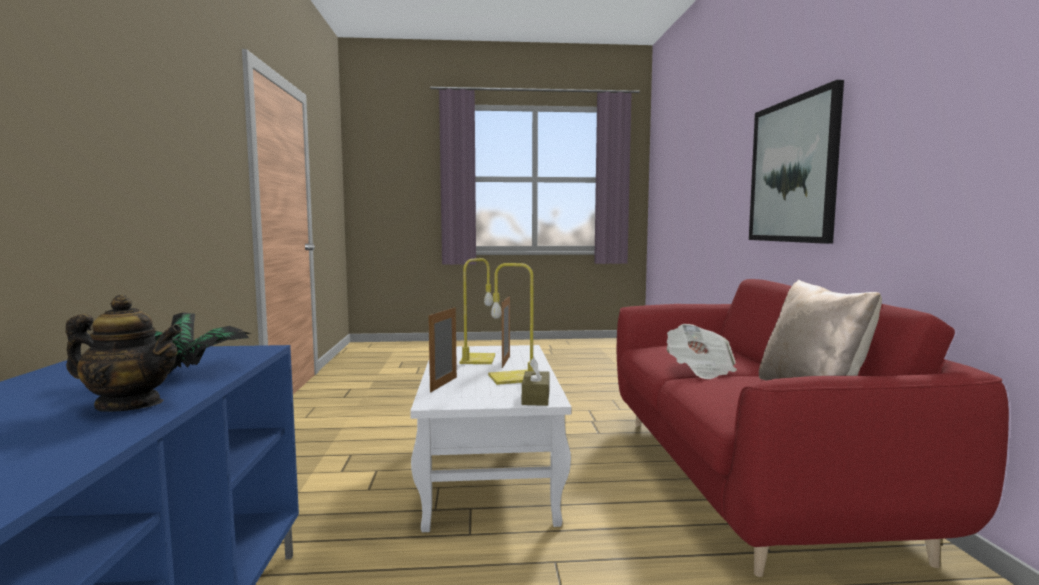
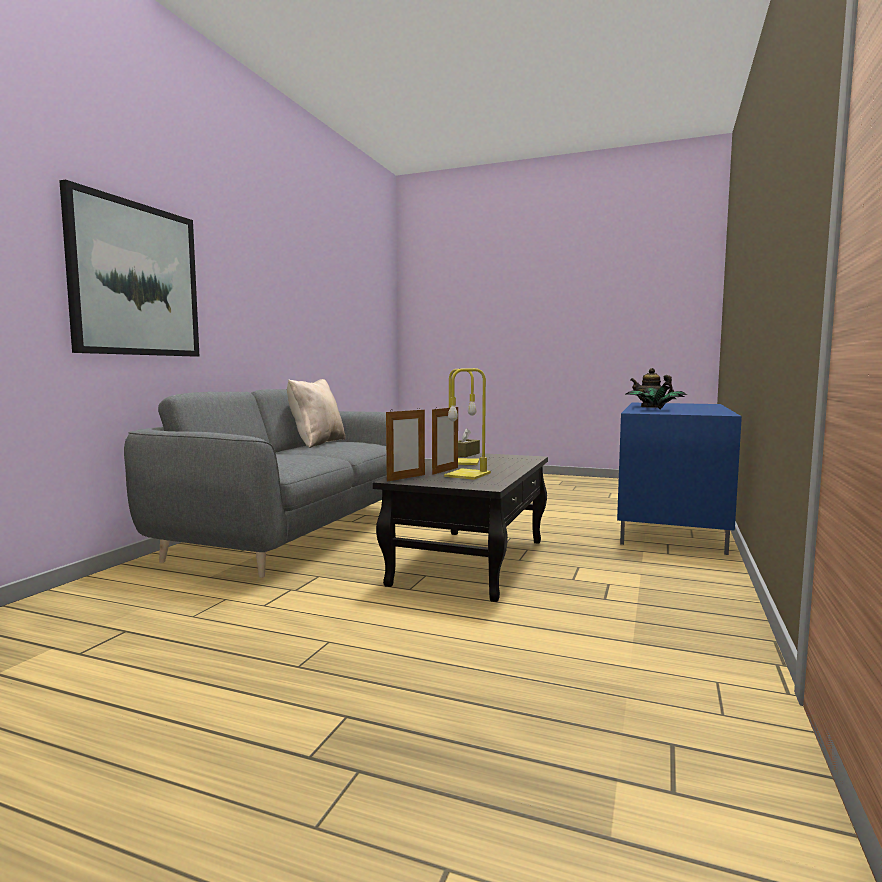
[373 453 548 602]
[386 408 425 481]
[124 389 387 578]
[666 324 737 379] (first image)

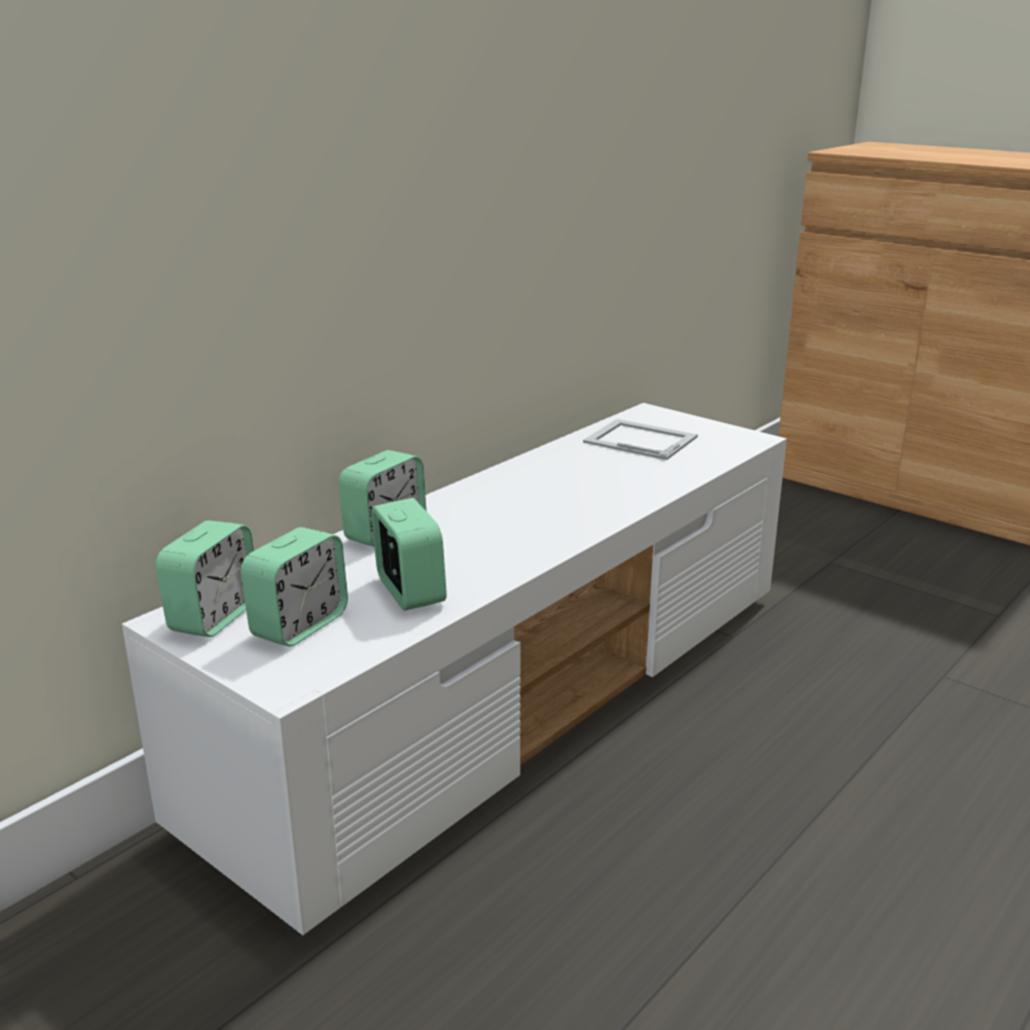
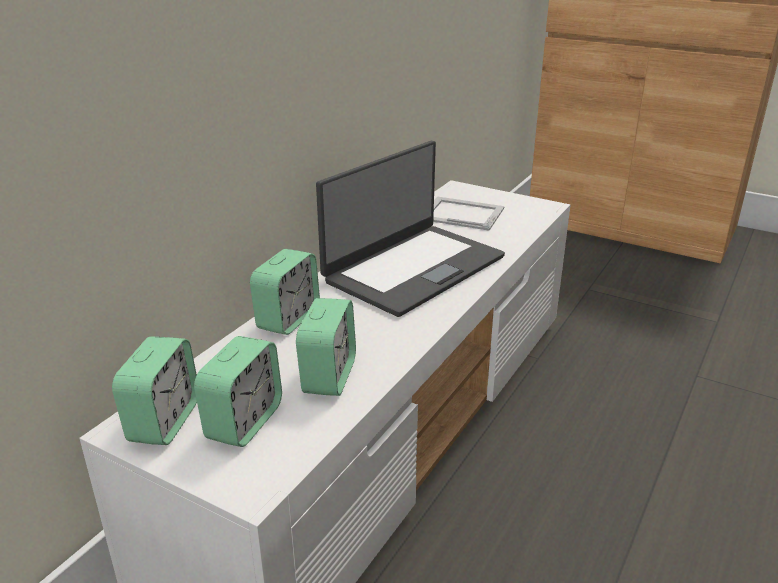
[296 298 356 396]
[316 141 505 317]

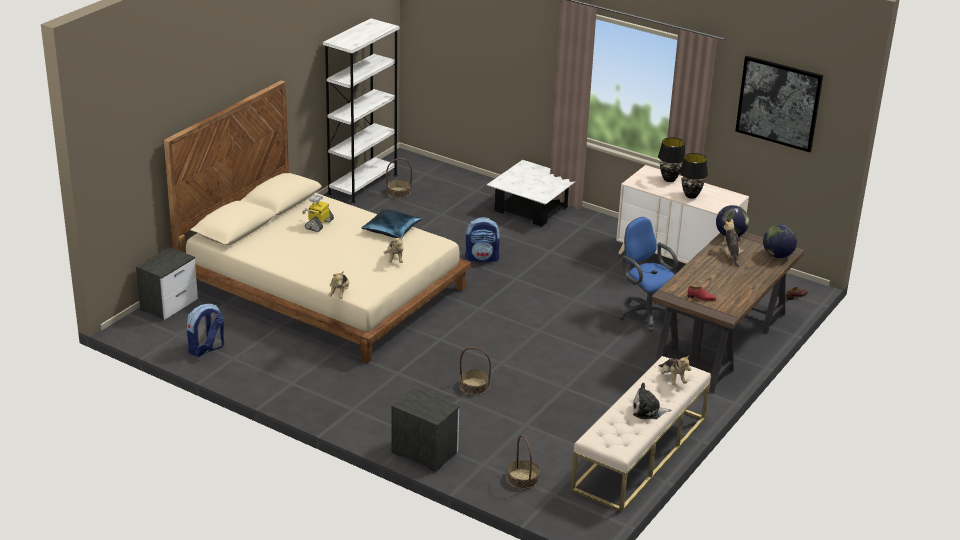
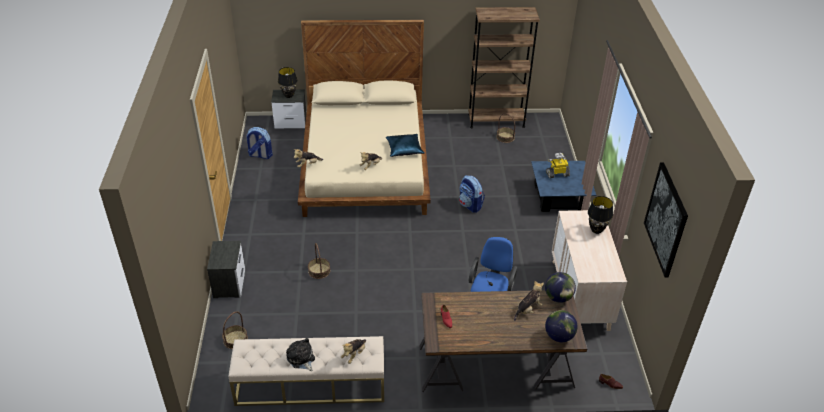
[546 153 570 178]
[468 7 540 128]
[531 161 596 212]
[278 67 297 98]

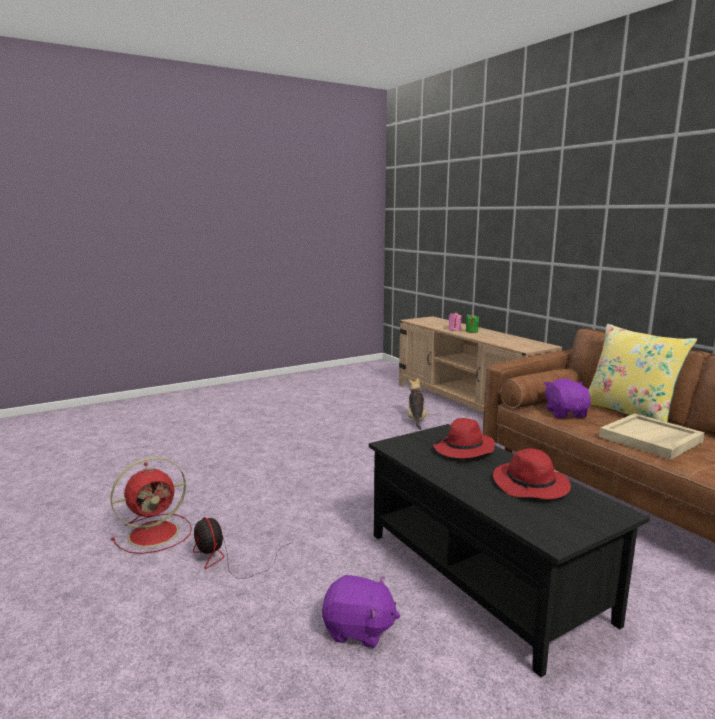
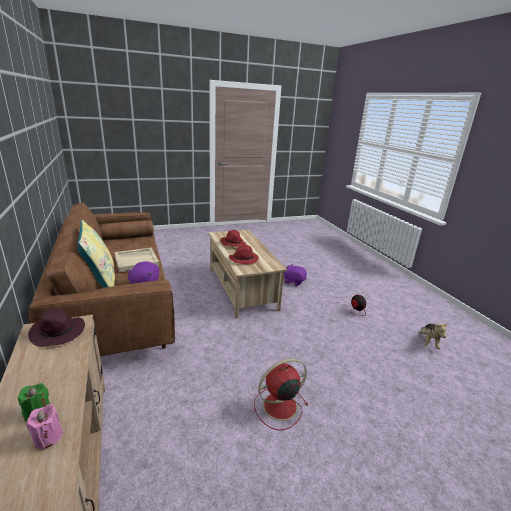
[254 358 308 430]
[208 230 287 318]
[418 323 448 349]
[28 308 85 347]

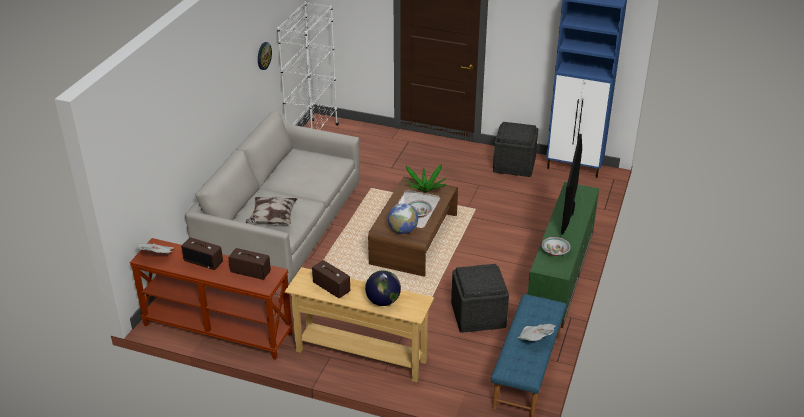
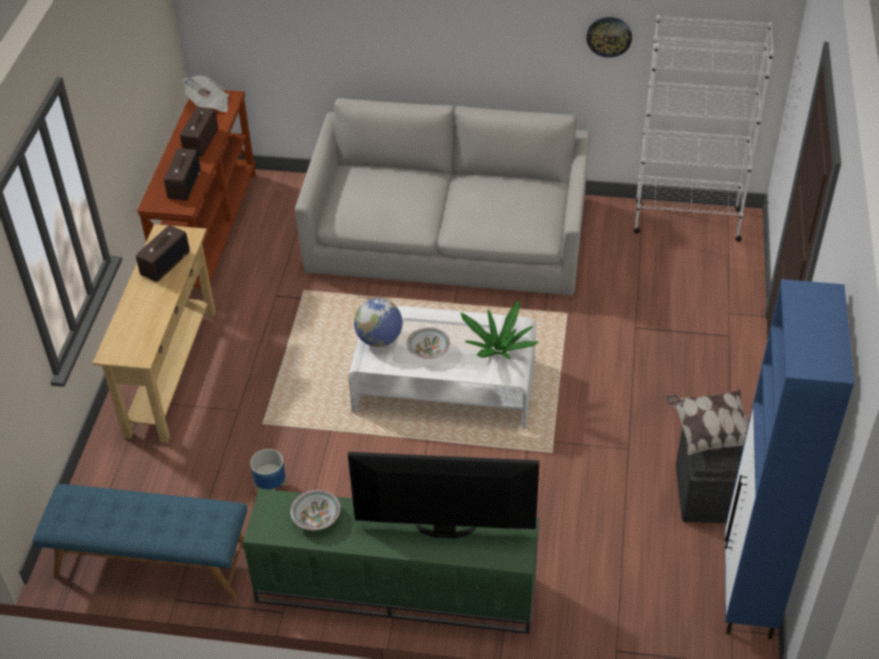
[666 389 749 455]
[365 270 401 306] (first image)
[348 305 536 430]
[250 449 287 494]
[517 324 556 341] (first image)

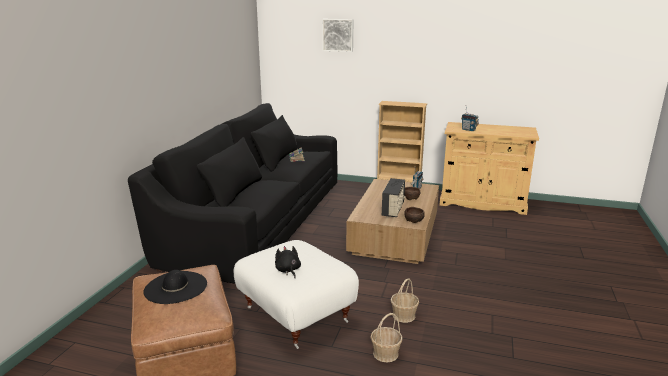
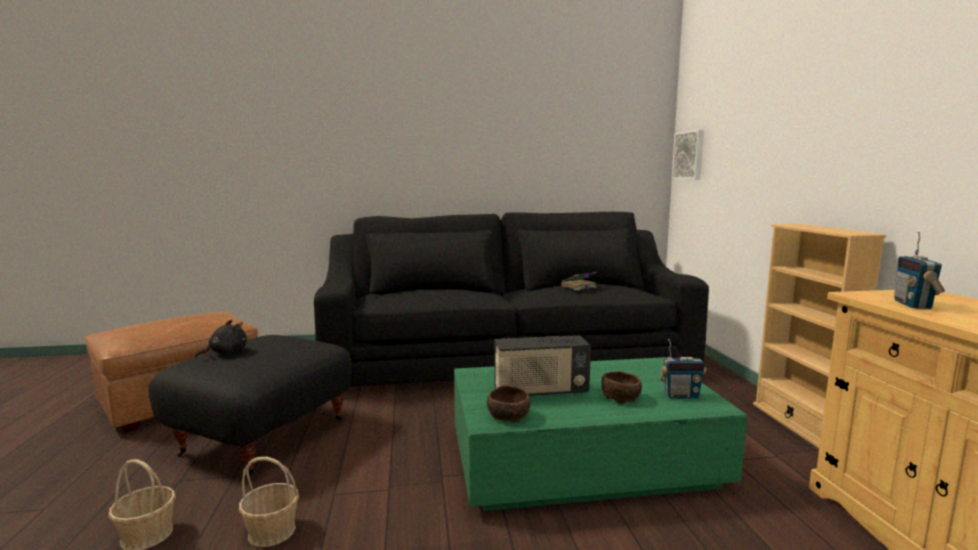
[143 270 207 304] (first image)
[148 335 352 479]
[672 130 704 179]
[454 357 747 511]

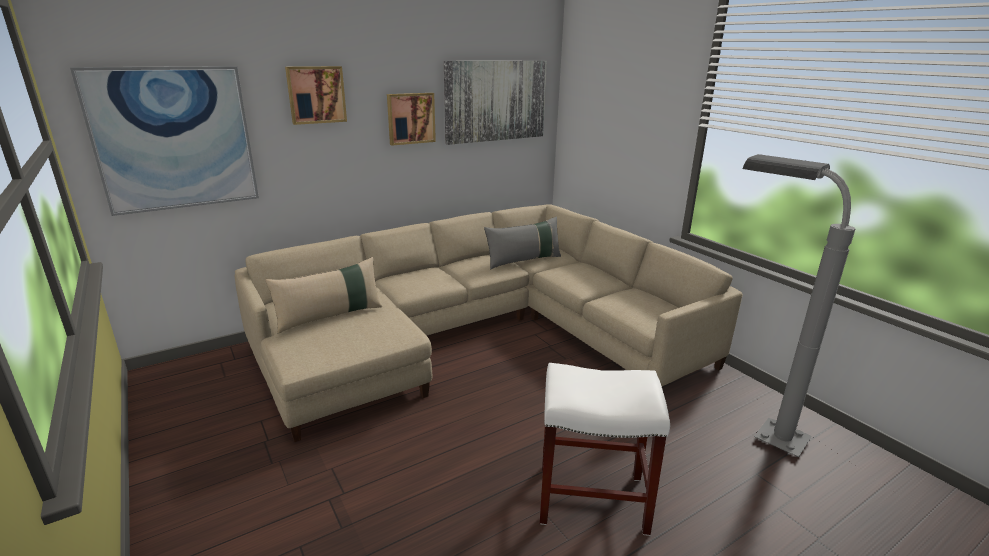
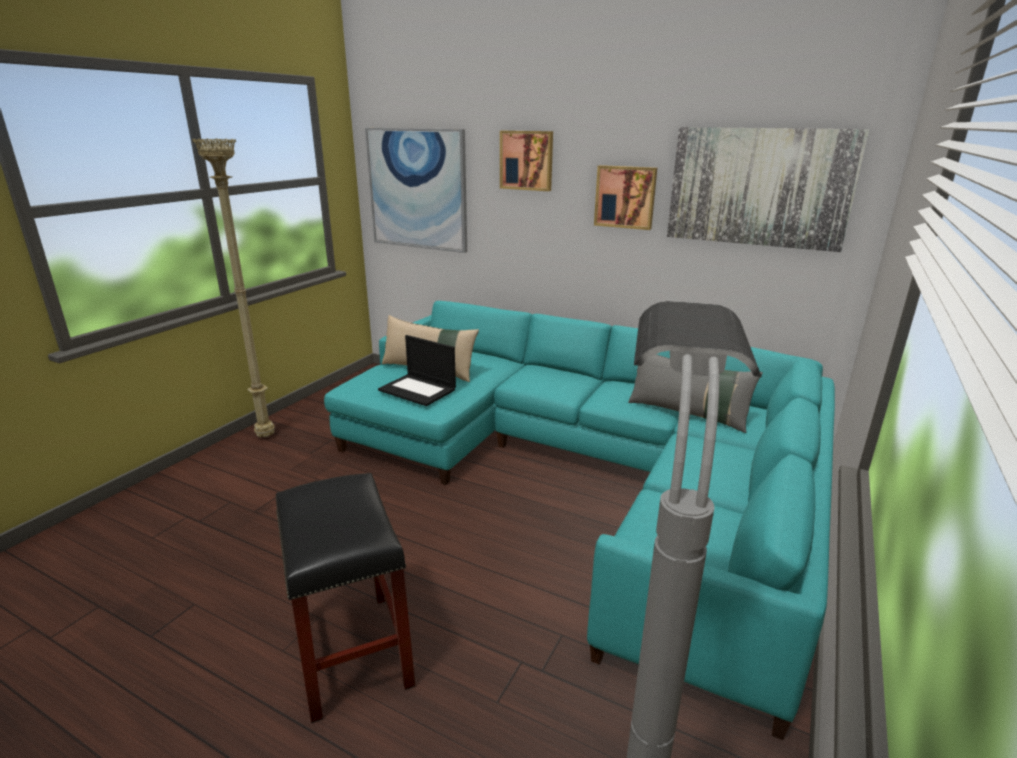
[324 301 835 740]
[276 473 415 723]
[192 138 275 437]
[378 335 456 406]

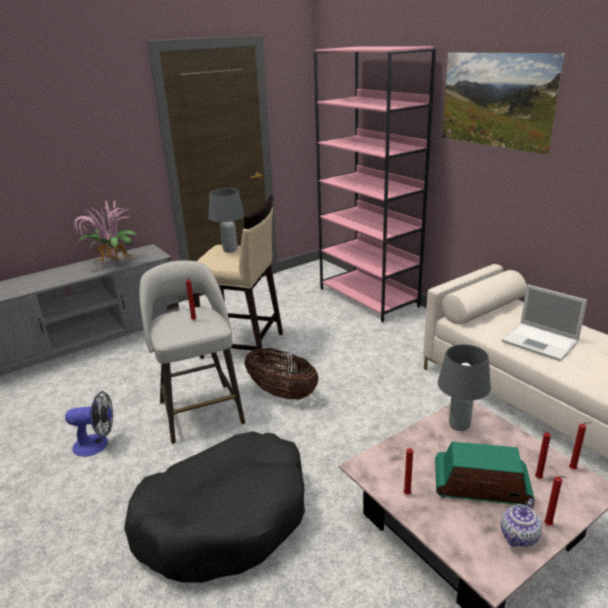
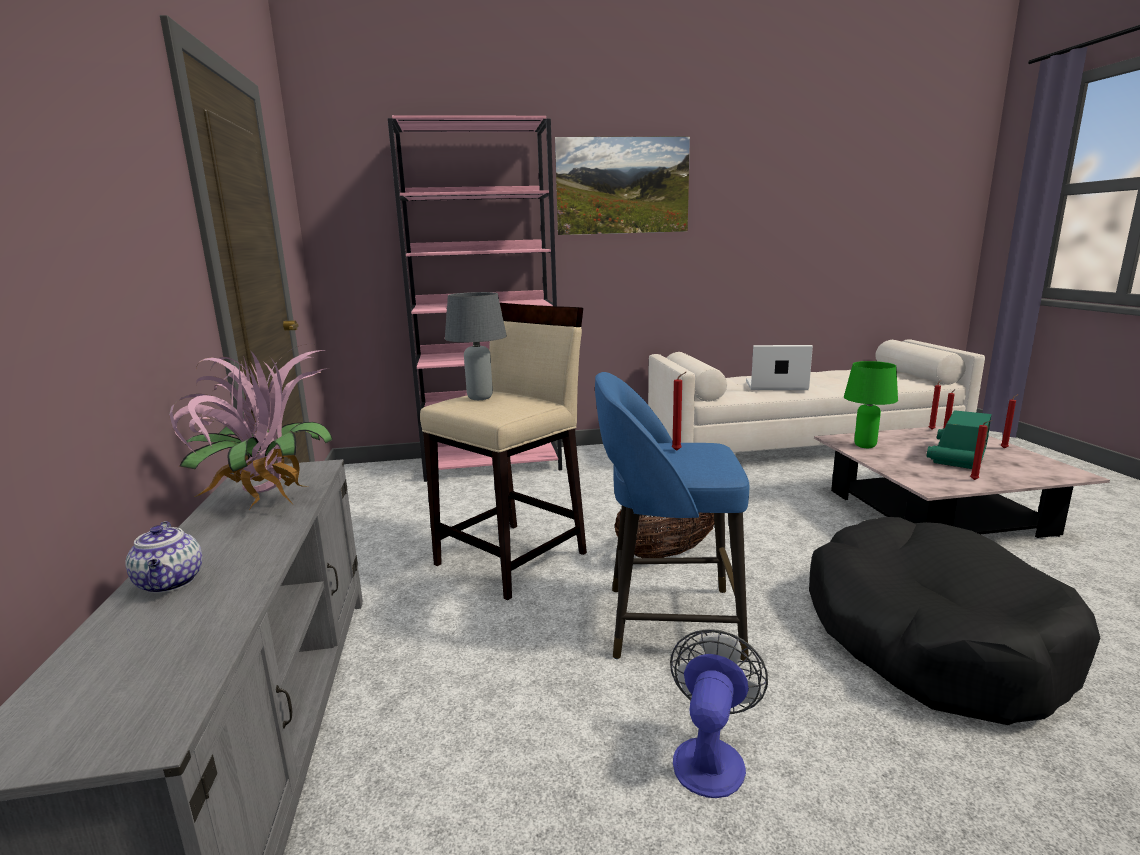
[595 372 749 661]
[844 361 898 448]
[125 521 202 593]
[746 345 813 390]

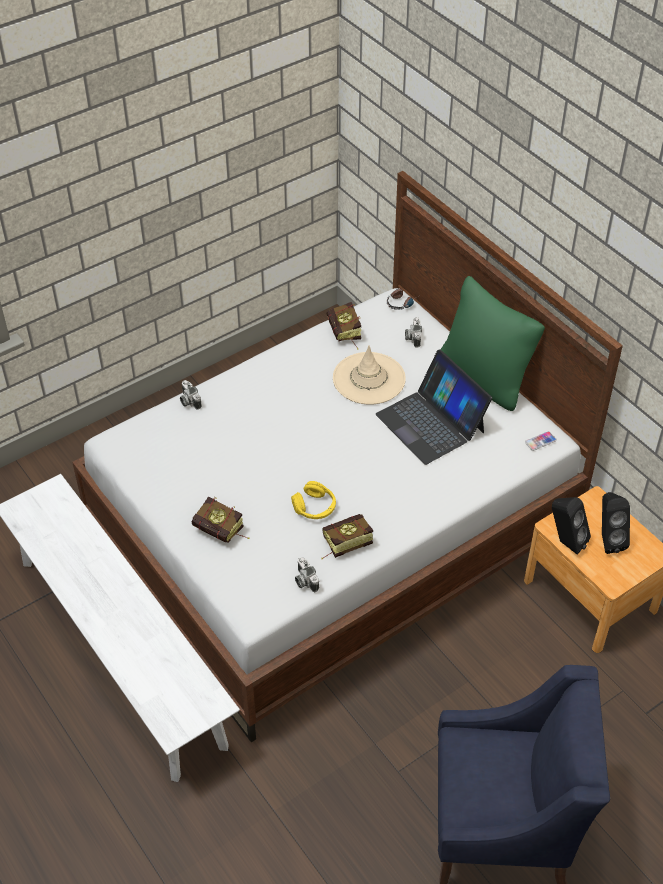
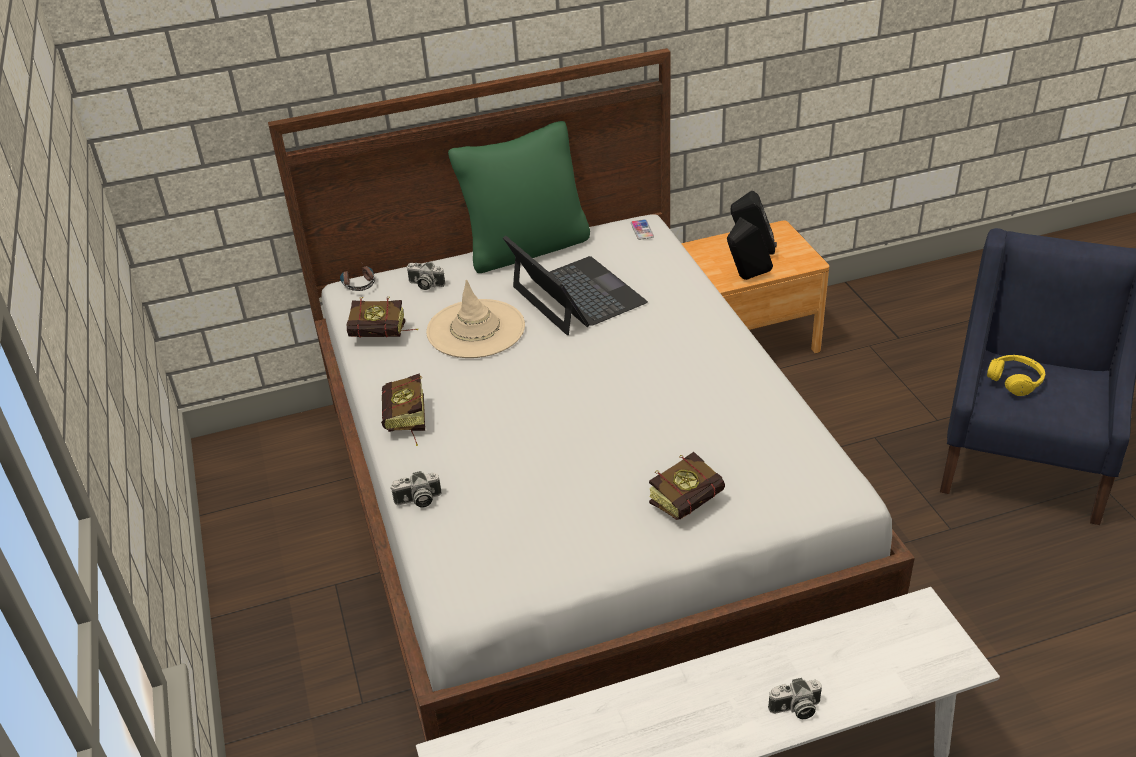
[987 355 1045 396]
[768 678 822 719]
[381 374 425 446]
[503 235 648 335]

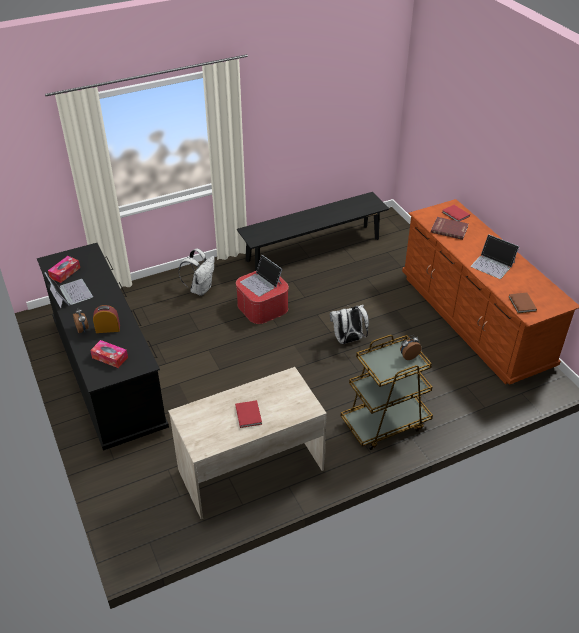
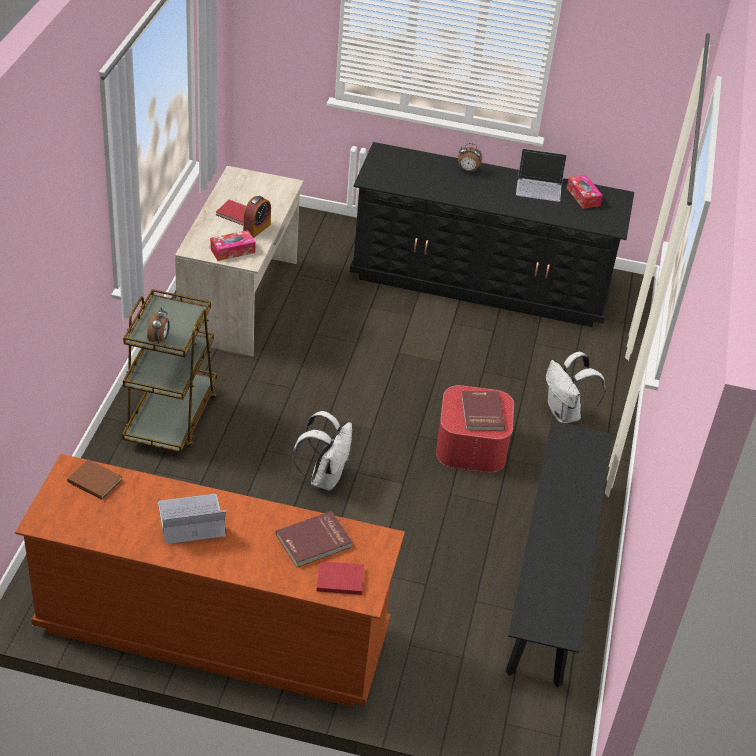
[210 230 256 261]
[243 196 271 238]
[461 391 505 431]

